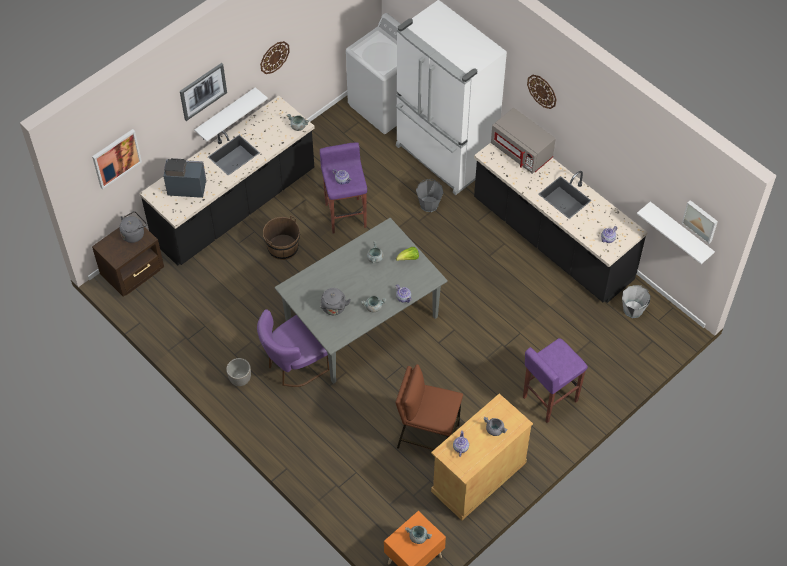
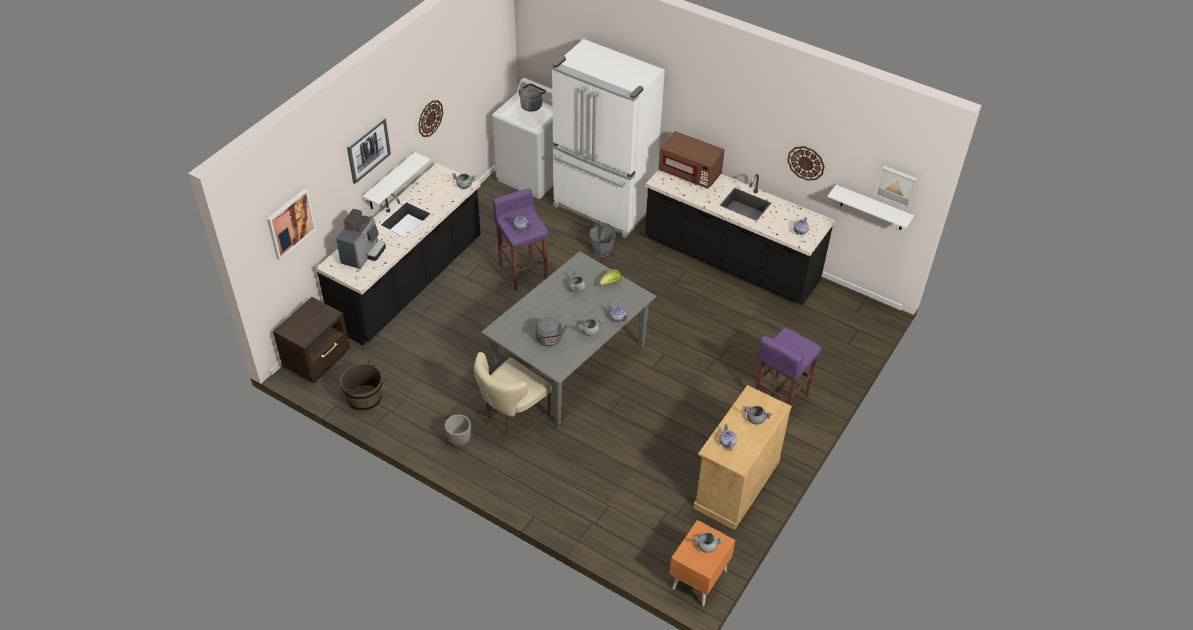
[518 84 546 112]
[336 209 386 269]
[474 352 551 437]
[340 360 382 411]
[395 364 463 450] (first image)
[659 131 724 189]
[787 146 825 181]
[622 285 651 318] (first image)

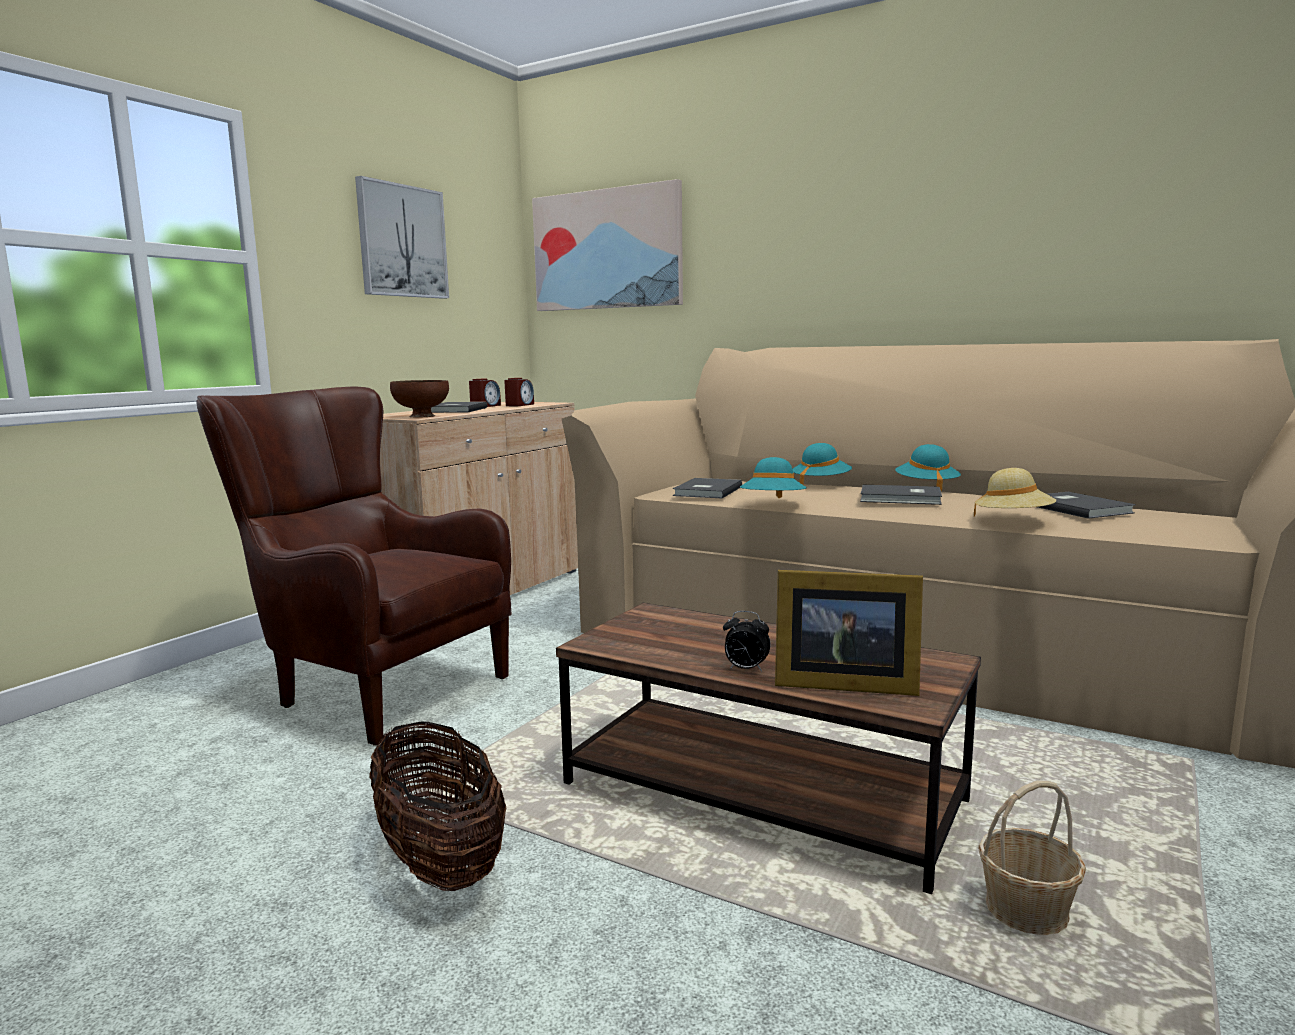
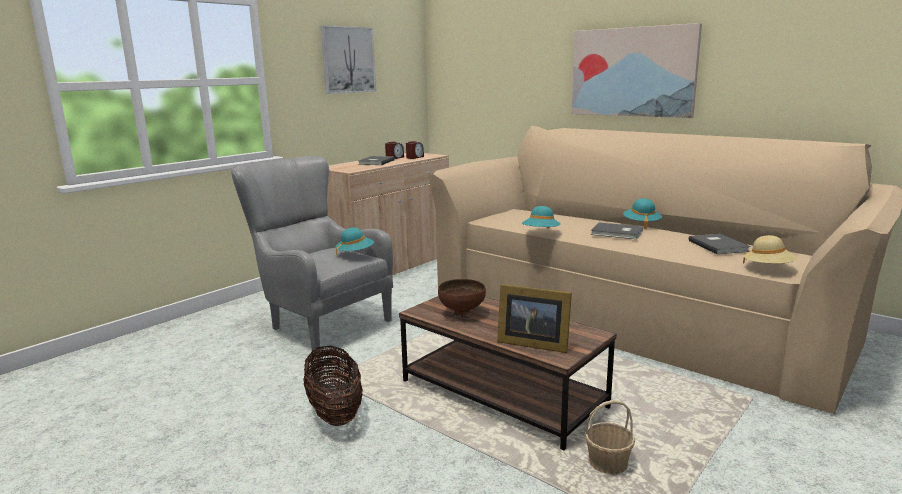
[231 156 393 352]
[438 279 486 318]
[572 23 702 118]
[673 478 742 498] (first image)
[723 611 771 671] (first image)
[335 227 374 255]
[743 235 798 264]

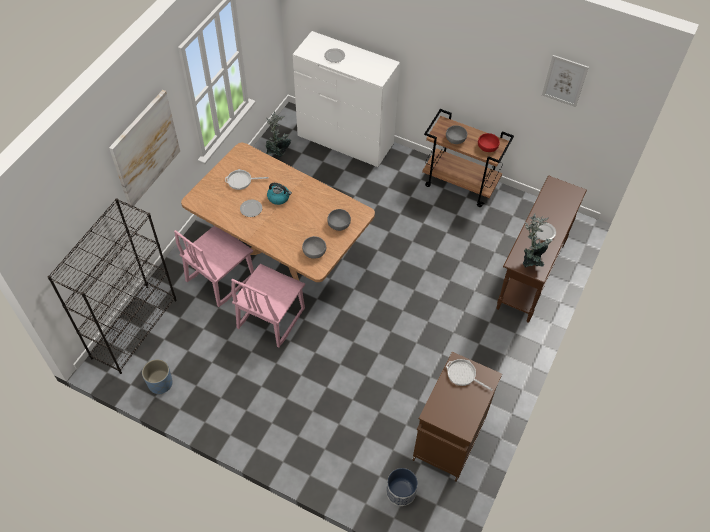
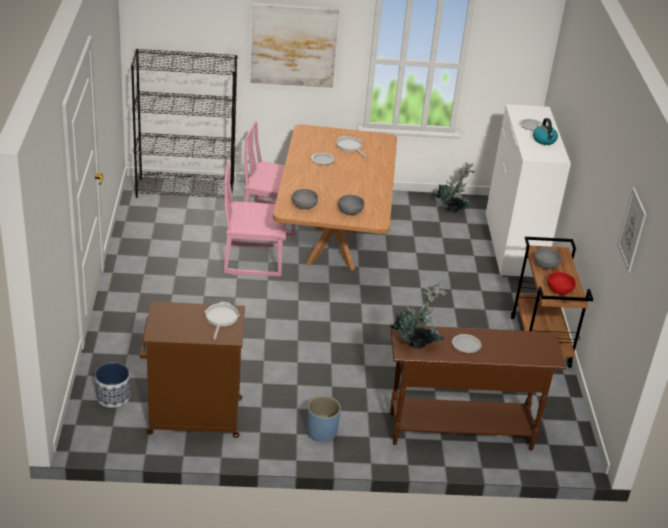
[307 396 341 441]
[533 118 558 145]

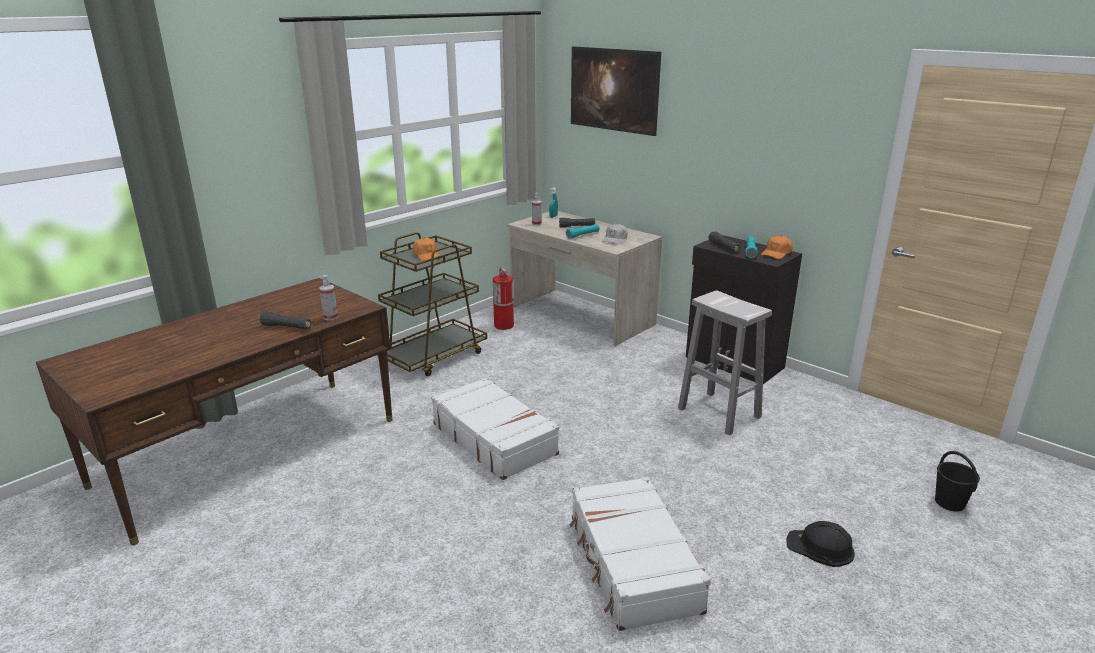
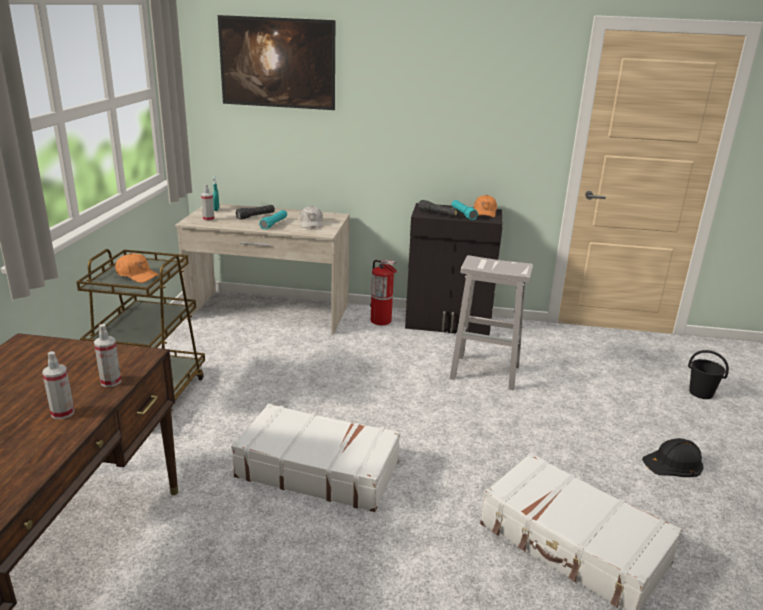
[42 351 74 419]
[370 260 397 325]

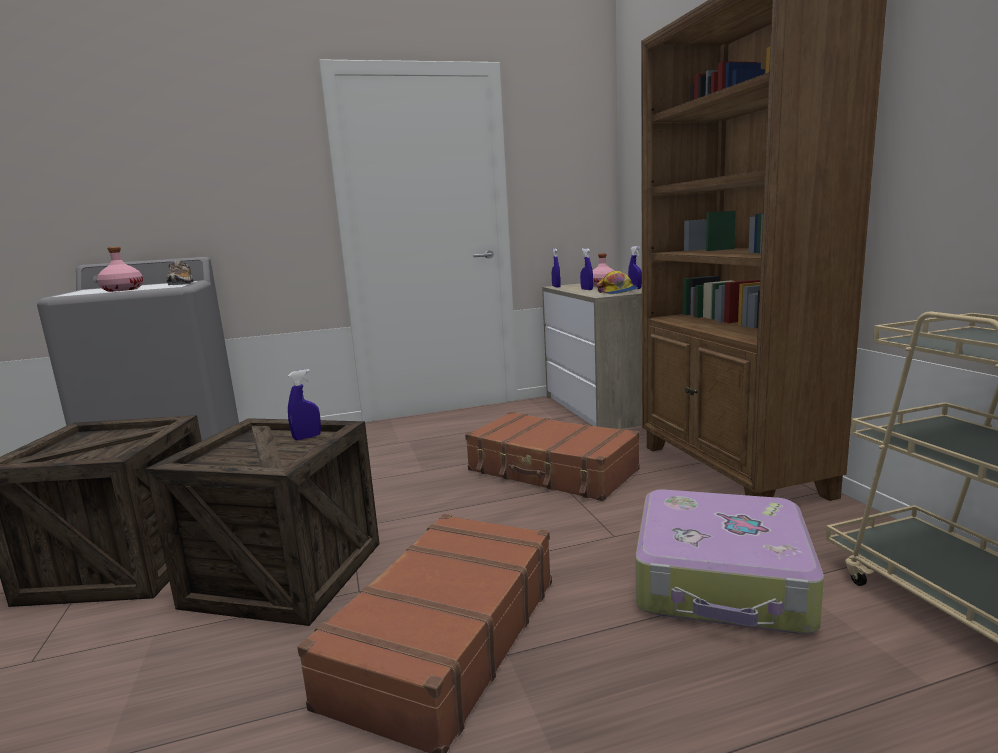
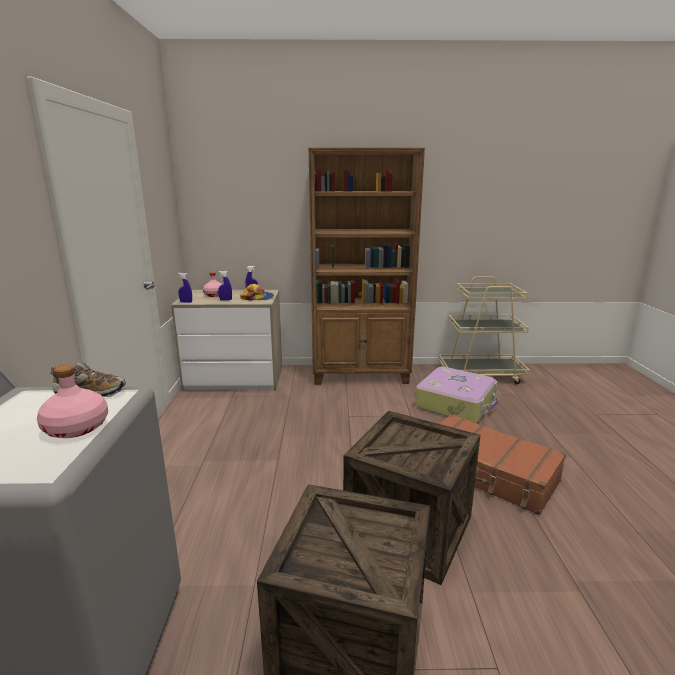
[288 369 321 440] (first image)
[465 412 640 501] (first image)

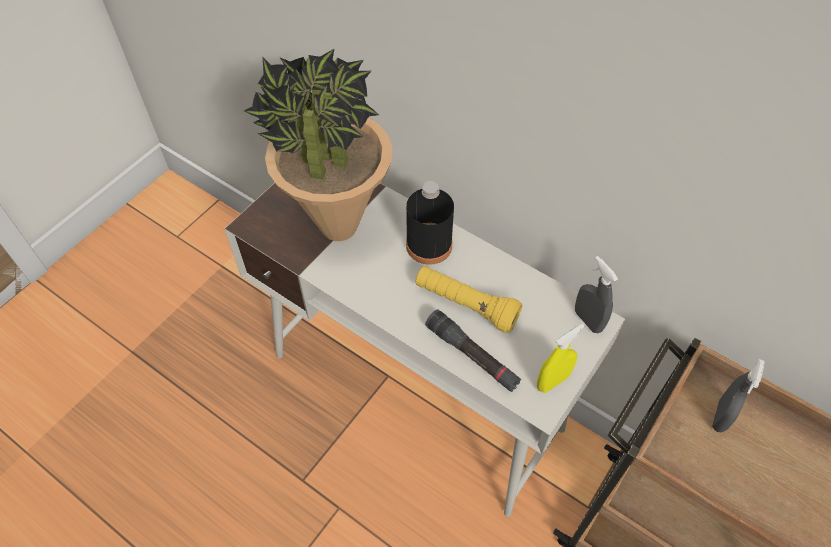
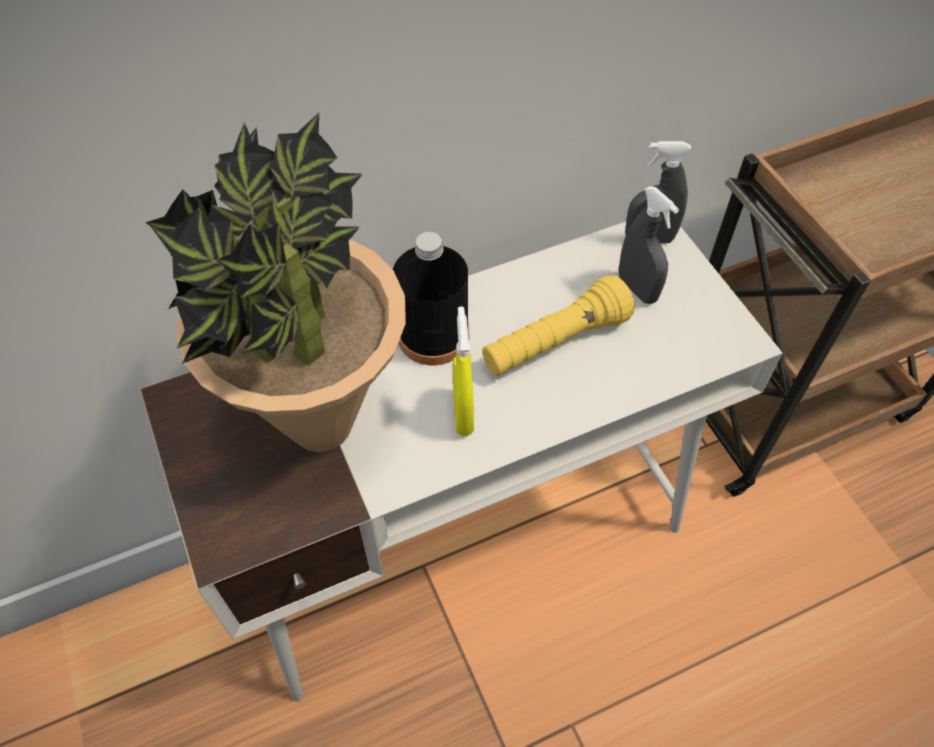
[425 310 521 392] (first image)
[453 306 474 436]
[619 186 679 304]

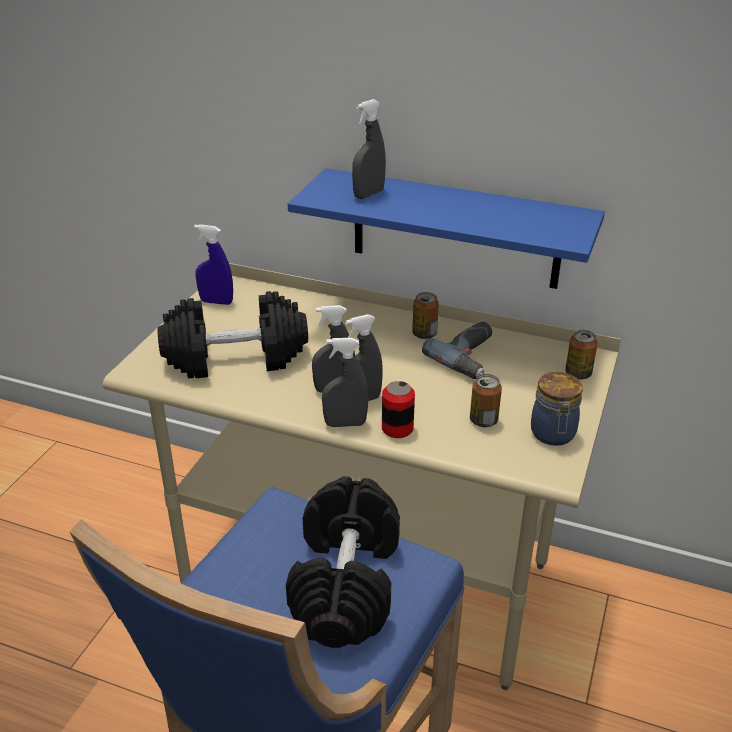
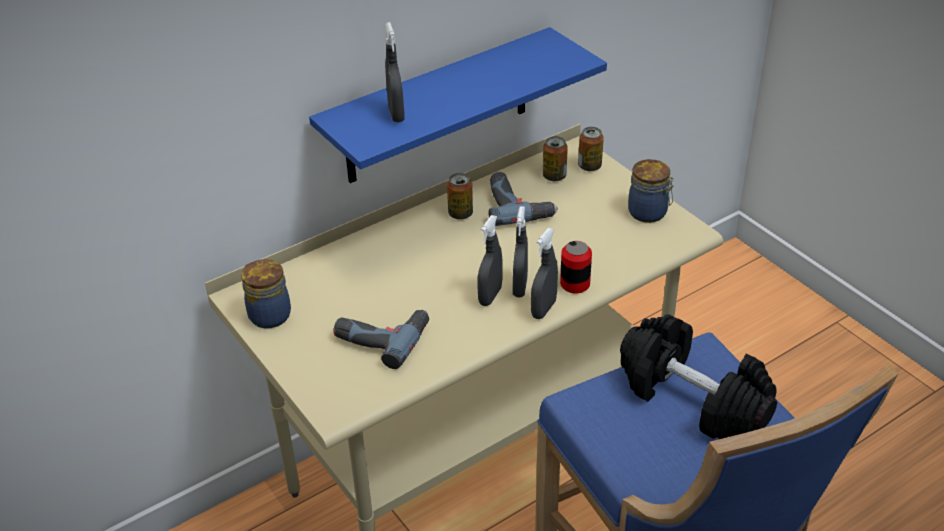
[333 310 429 369]
[241 259 291 328]
[543 136 568 181]

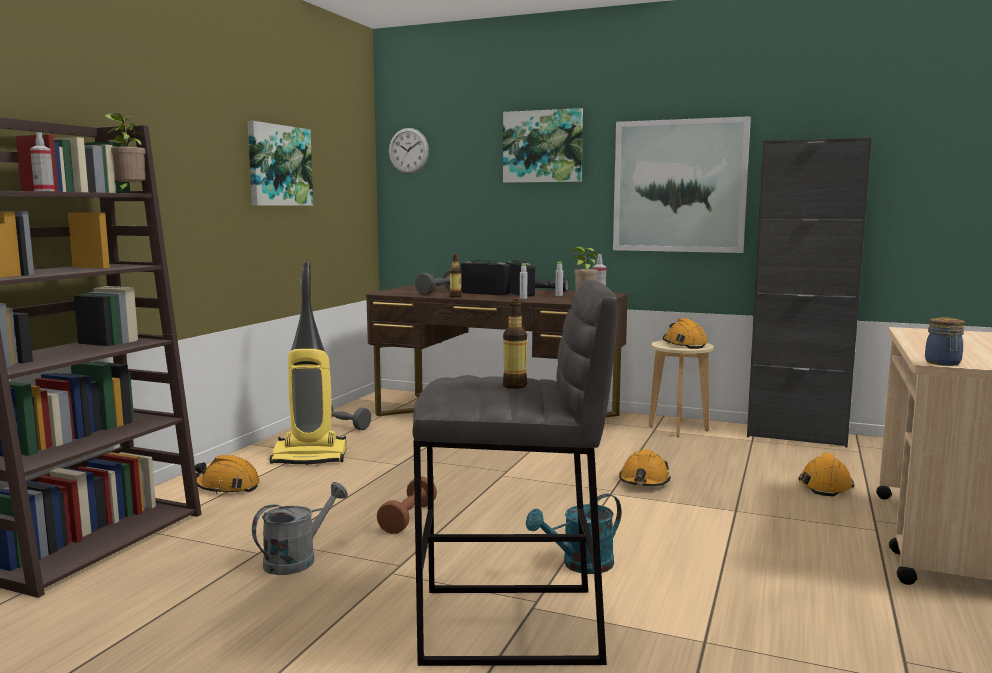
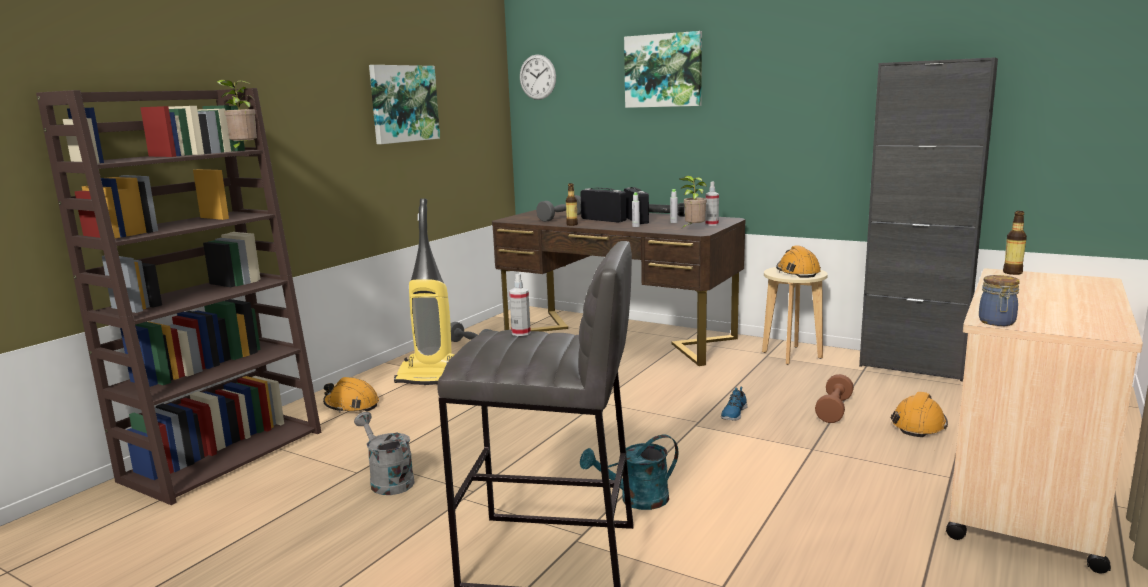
[509 273 531 336]
[354 412 415 495]
[815 374 854 423]
[1003 211 1027 275]
[613 116 751 253] (first image)
[721 387 747 420]

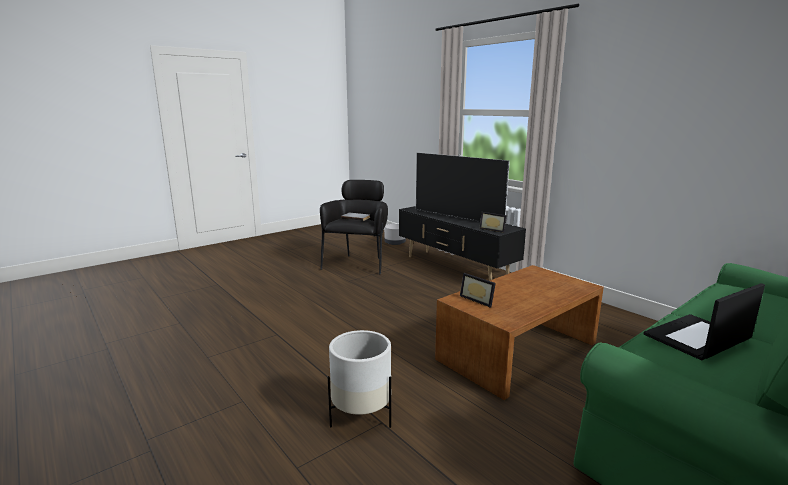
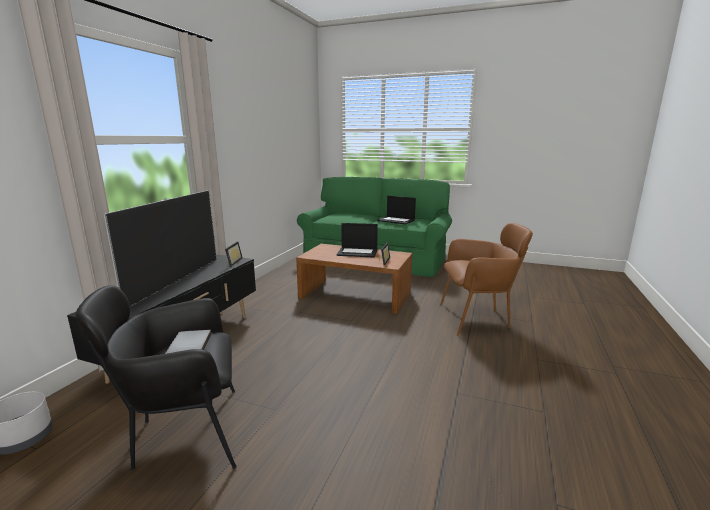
[440 223 533 336]
[337 223 378 258]

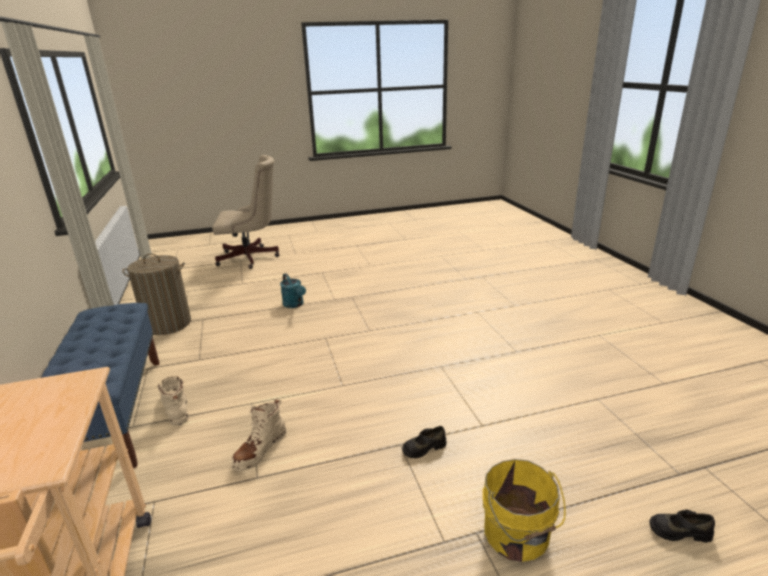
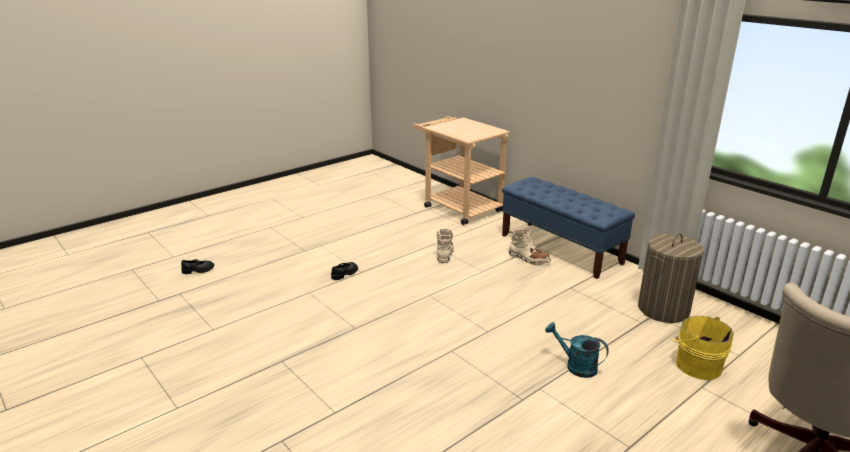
[674 316 734 380]

